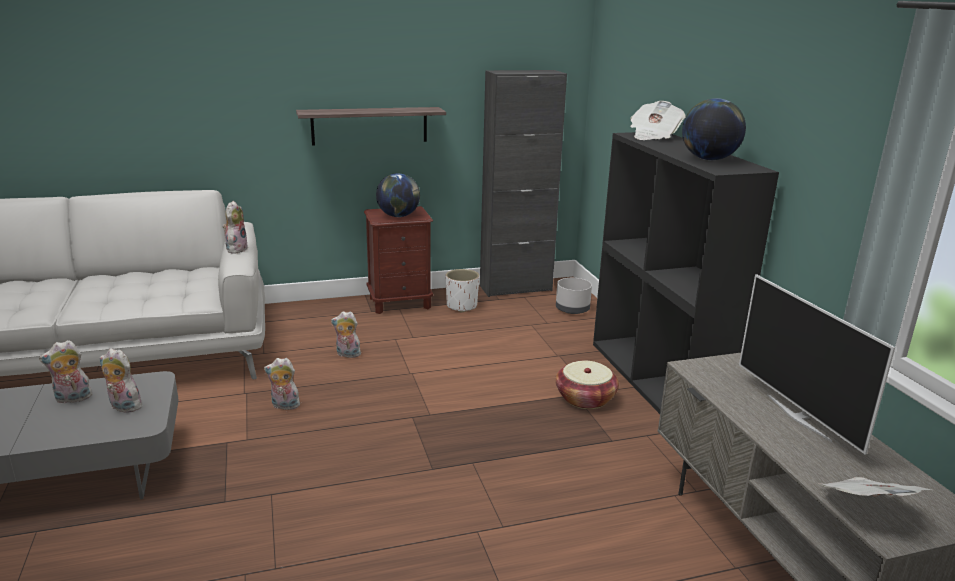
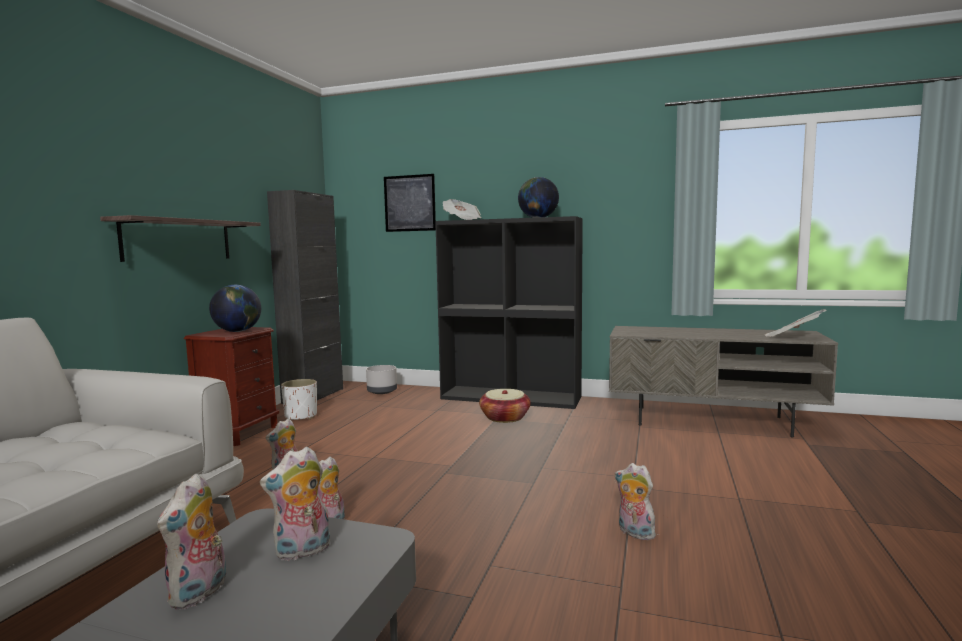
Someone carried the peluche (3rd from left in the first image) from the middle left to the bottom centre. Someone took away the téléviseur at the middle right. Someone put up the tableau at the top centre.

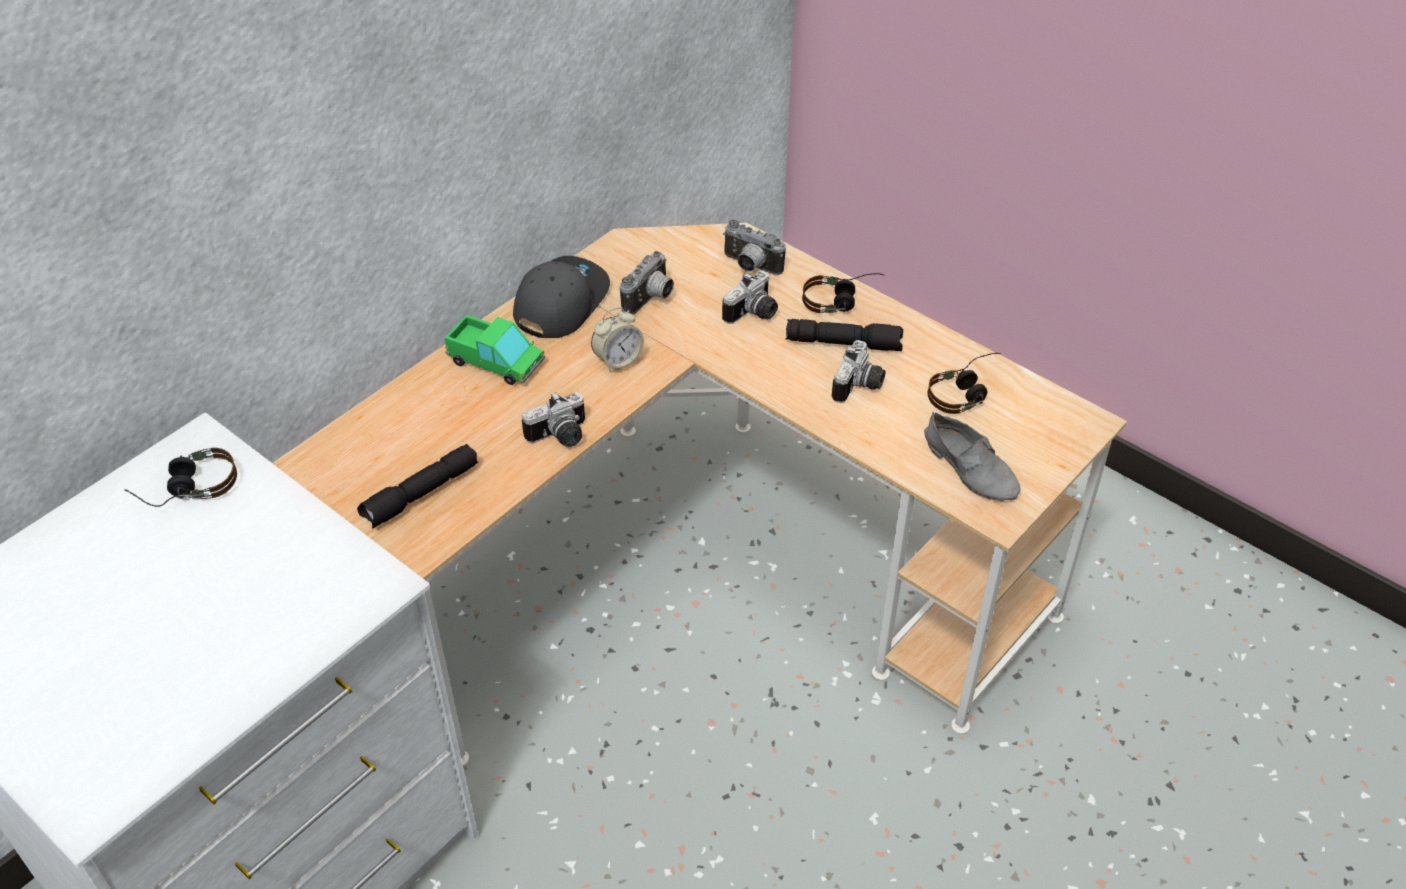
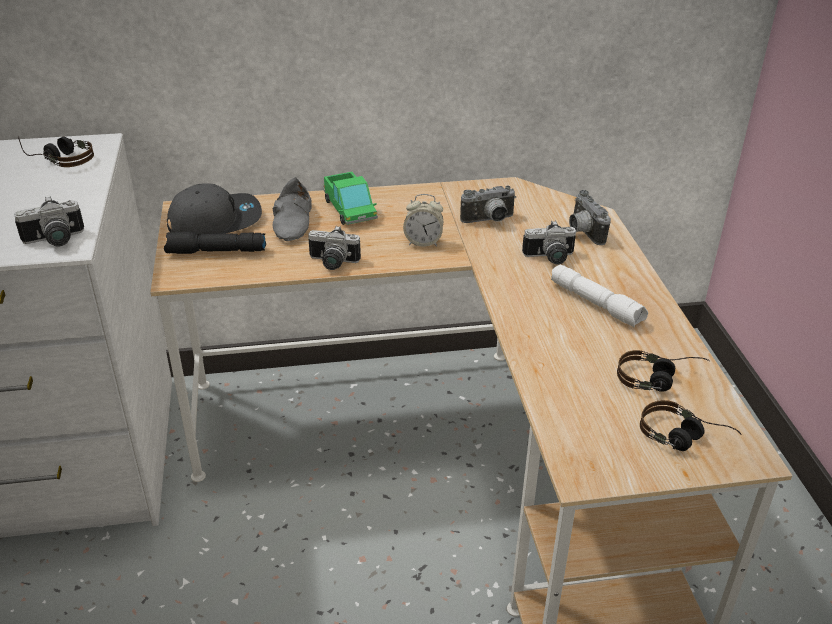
Someone carried the casquette/gris from the centre to the middle left. Someone repainted the lampe de poche/noir (2nd from left) at the centre, which became the lampe de poche/blanc at the middle right. Someone carried the casque audio (2nd from left in the first image) from the top centre to the bottom right. Someone carried the appareil photo (5th from left in the first image) from the centre to the middle left. Someone carried the chaussure/gris from the middle right to the centre.

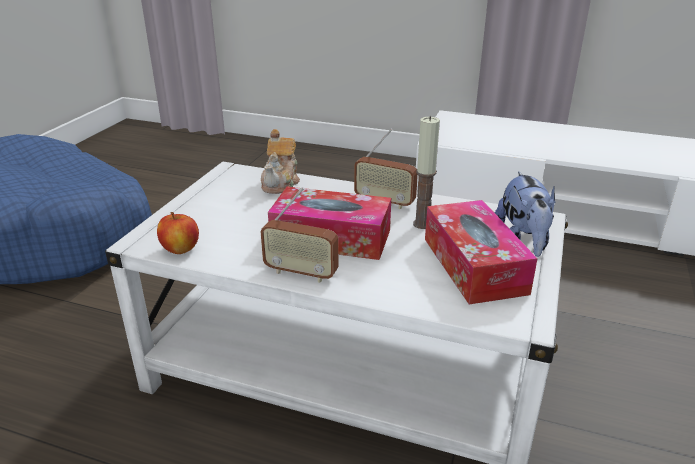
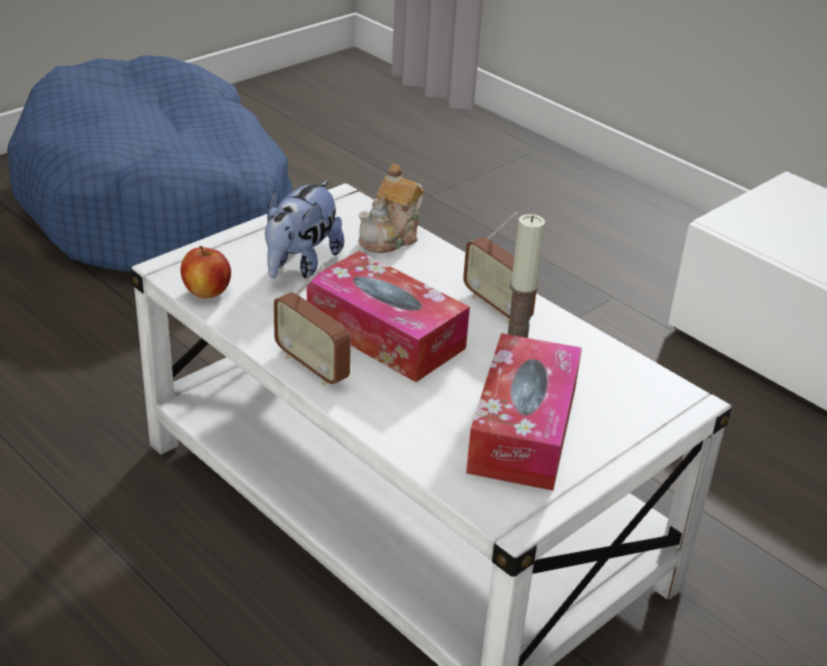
Someone carried the peluche from the middle right to the centre.

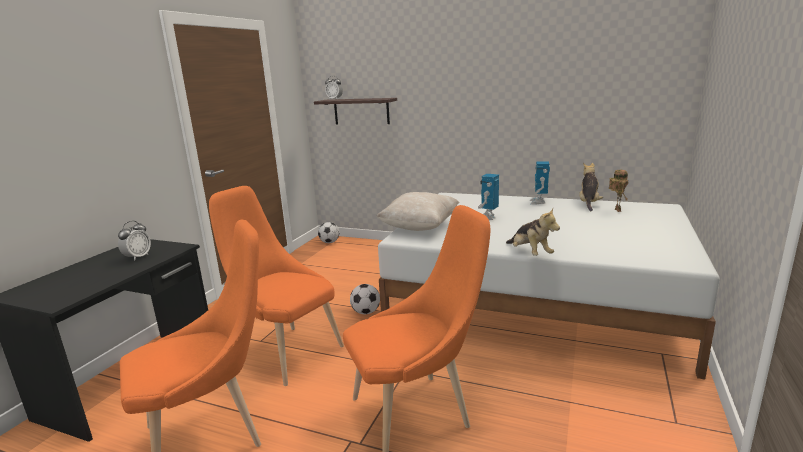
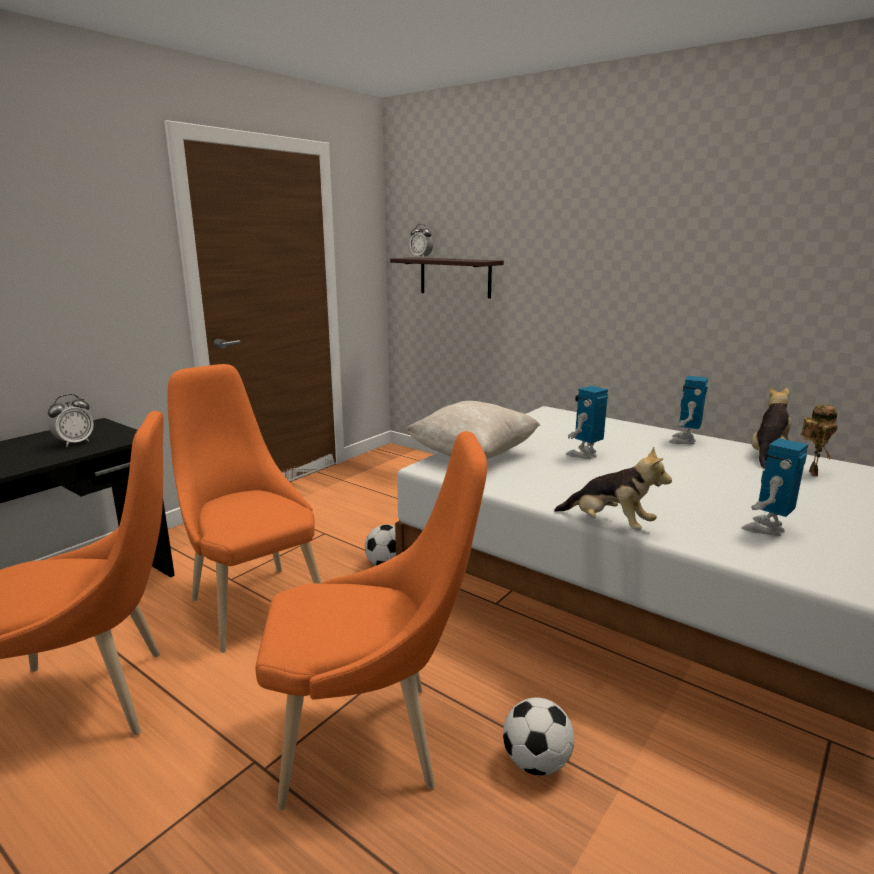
Someone carried the ballon de foot (1st from left in the first image) from the centre to the bottom centre. Someone rotated the peluche (1st from left) at the centre by 45 degrees counterclockwise. Someone put down the robot jouet (3rd from left) at the middle right.

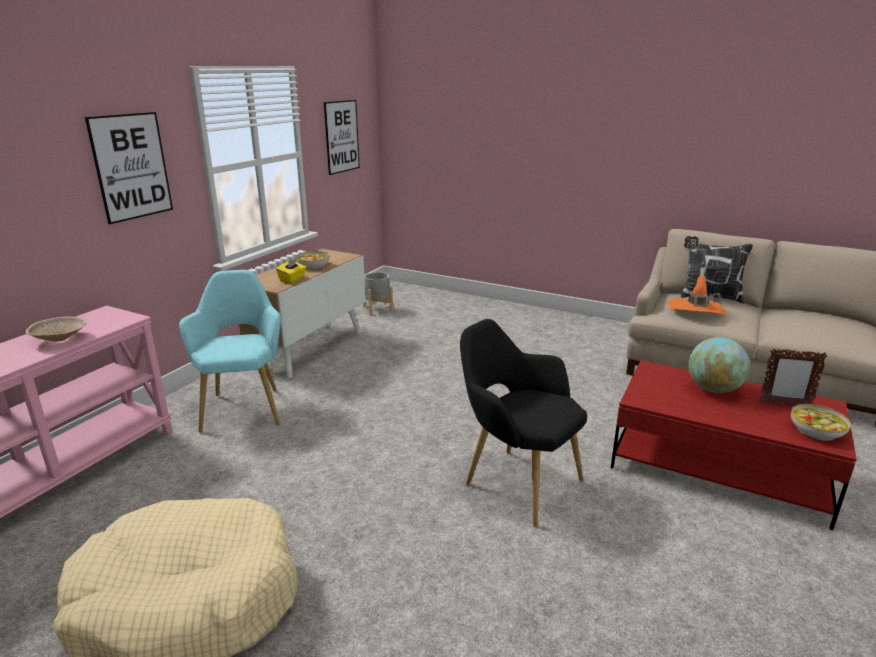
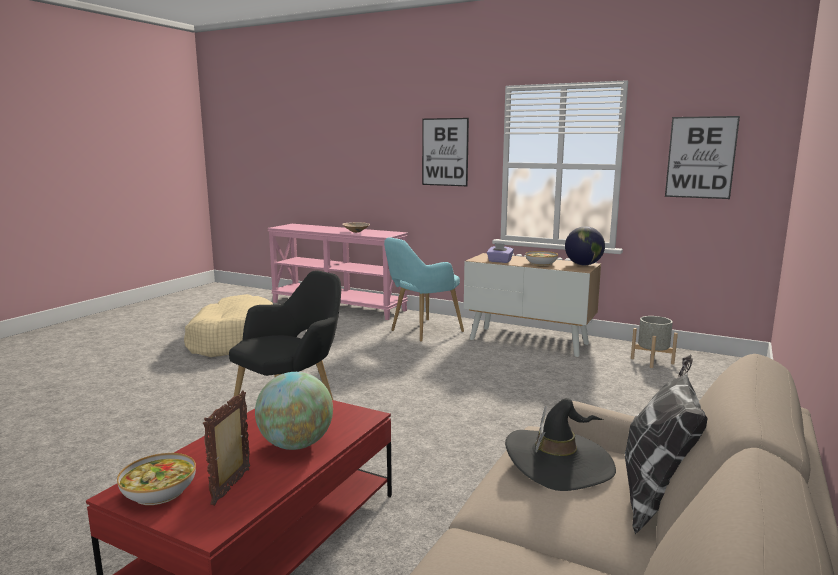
Someone rotated the fauteuil/turquoise at the middle left by 150 degrees clockwise. Someone repainted the boîte à mouchoirs/jaune at the middle left, which became the boîte à mouchoirs/violet at the centre. Someone repainted the chapeau/orange at the middle right, which became the chapeau/noir at the bottom right. Someone put down the globe (2nd from left) at the middle right.

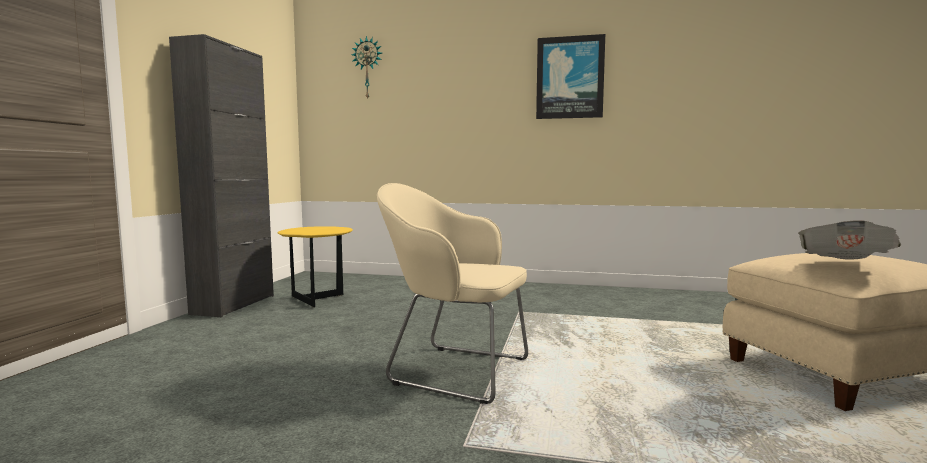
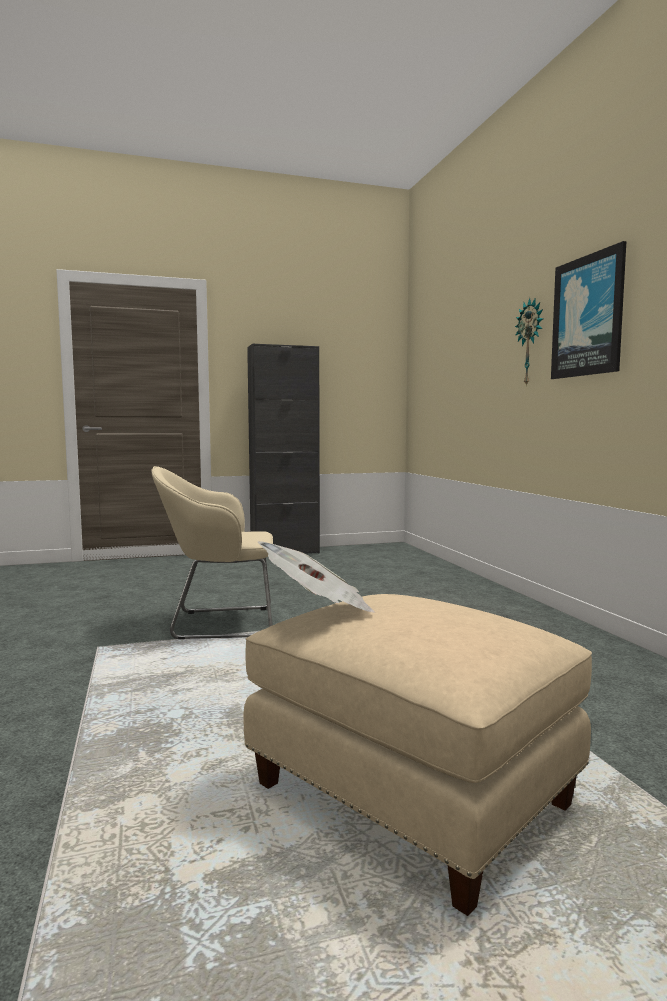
Someone took away the table d'appoint/jaune at the centre. Someone carried the horloge murale from the top centre to the middle right. Someone rotated the fauteuil/beige at the centre by 90 degrees counterclockwise.

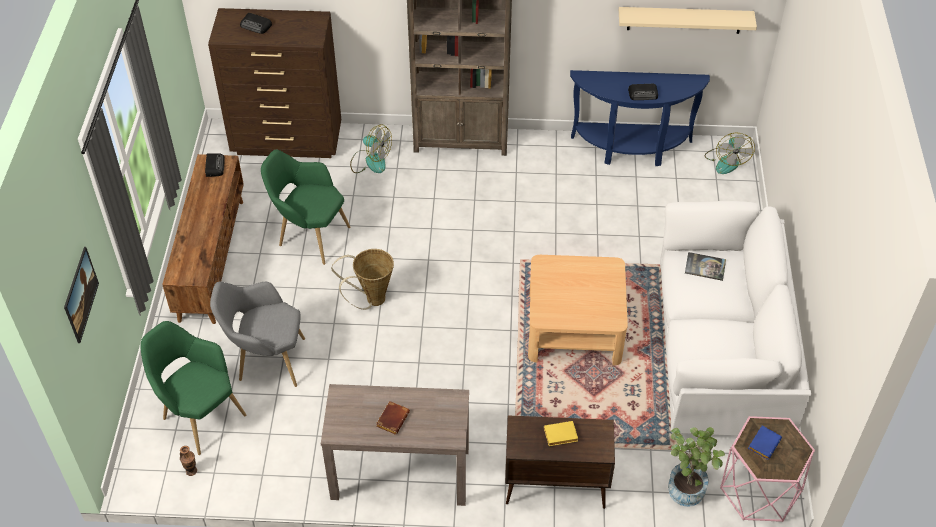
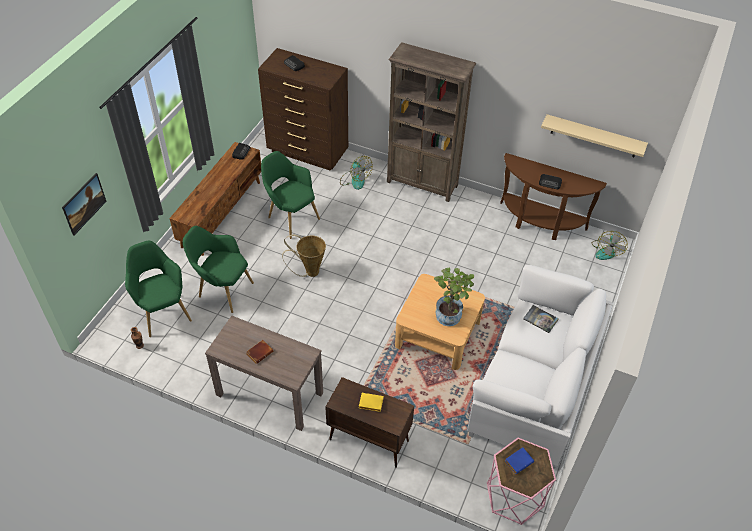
Someone repainted the fauteuil/gris at the middle left, which became the fauteuil/vert (2nd from left) at the middle left. Someone repainted the table console/bleu at the top right, which became the table console/marron (2nd from left) at the middle right. Someone carried the plante en pot from the bottom right to the centre.

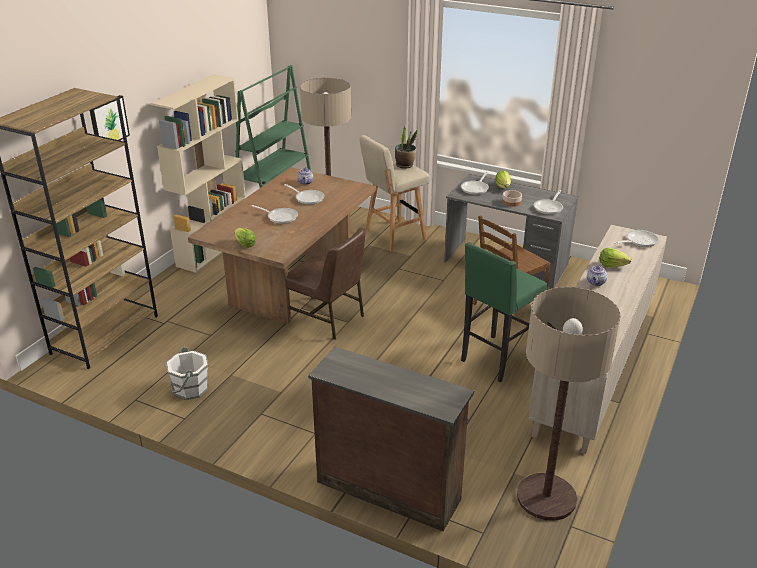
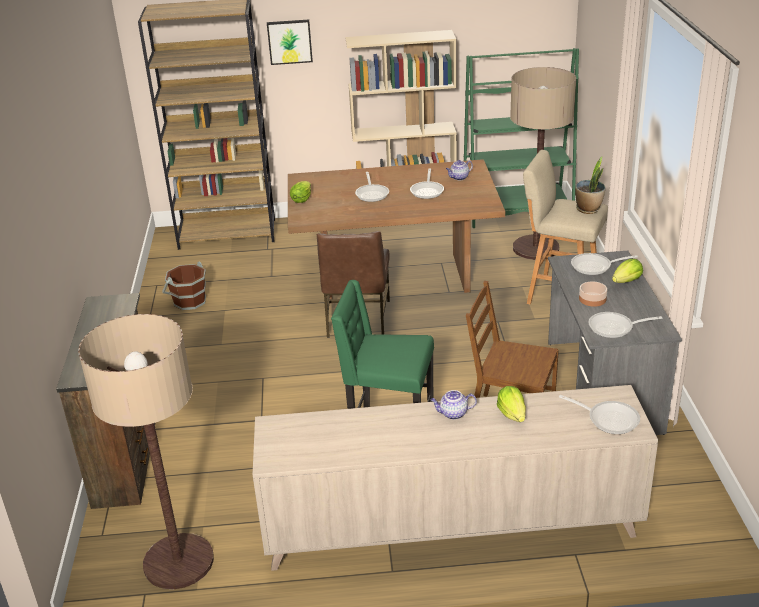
Someone repainted the seau/blanc at the middle left, which became the seau/marron at the middle left.

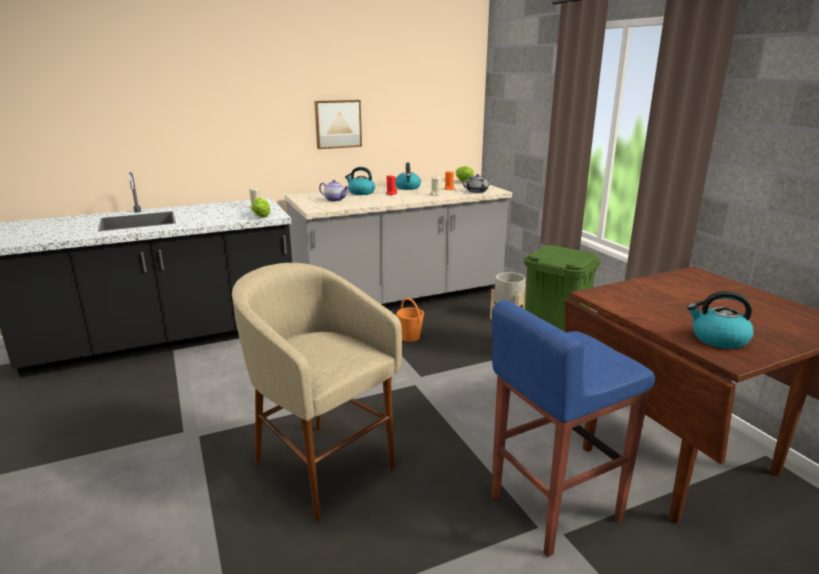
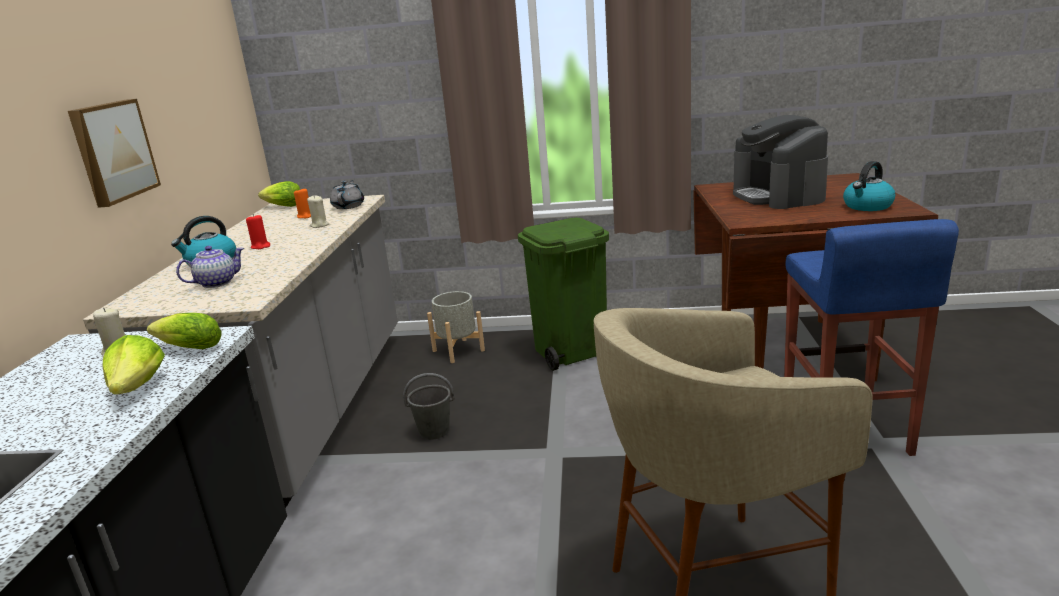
Someone took away the bouilloire (2nd from left) at the top centre. Someone repainted the seau/orange at the centre, which became the seau/gris at the bottom centre. Someone put down the laitue (1st from left) at the middle left. Someone put down the machine à café at the top right.

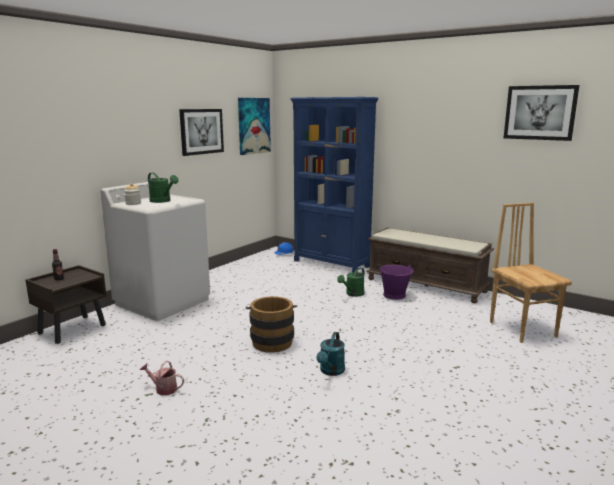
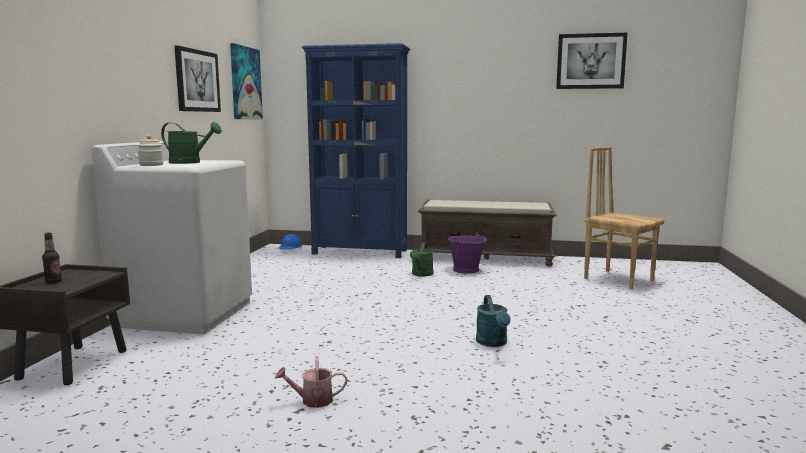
Someone took away the seau/marron at the bottom centre.

